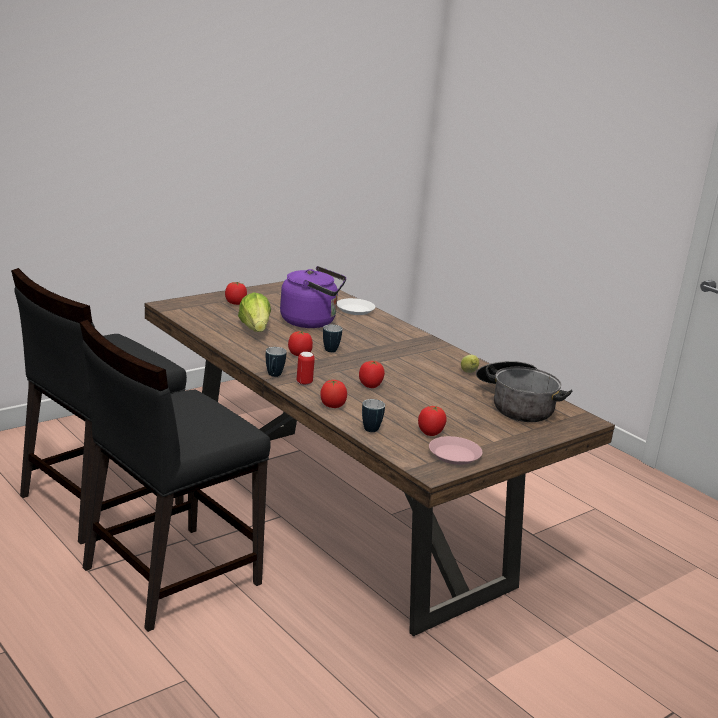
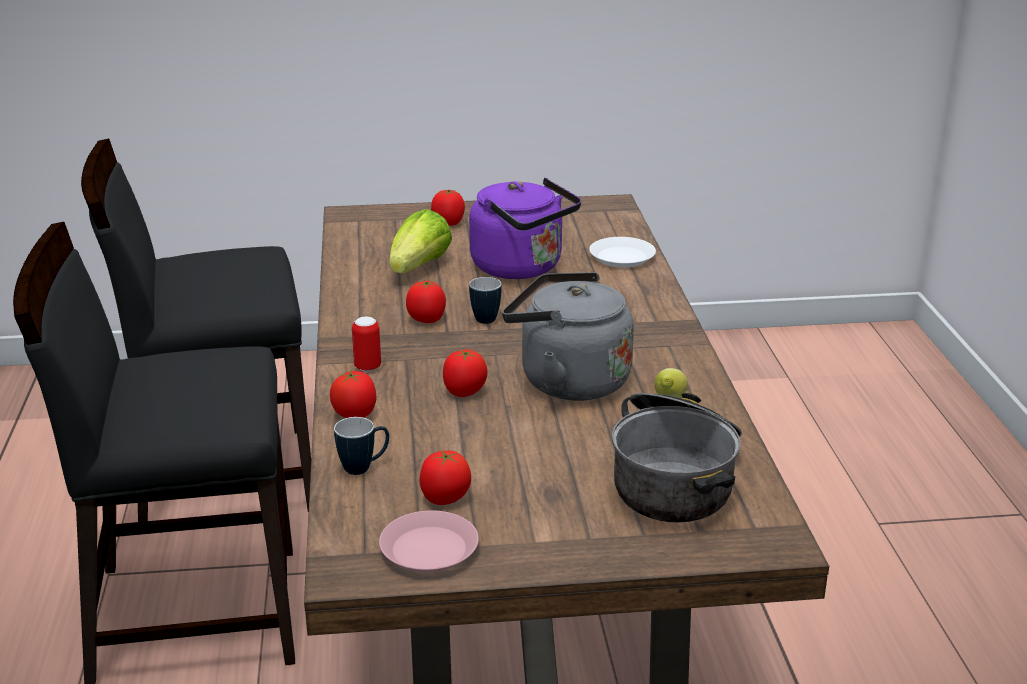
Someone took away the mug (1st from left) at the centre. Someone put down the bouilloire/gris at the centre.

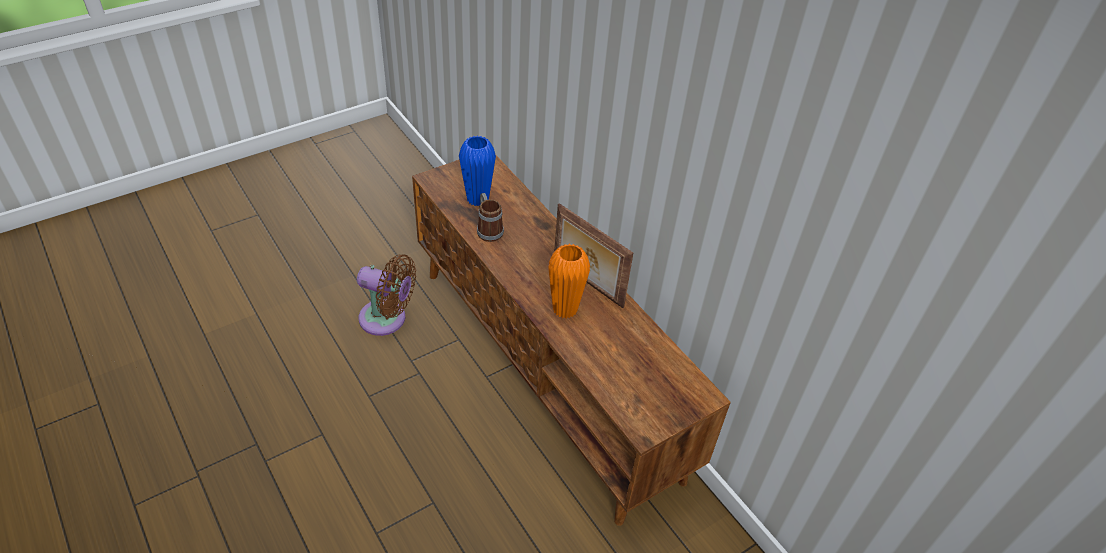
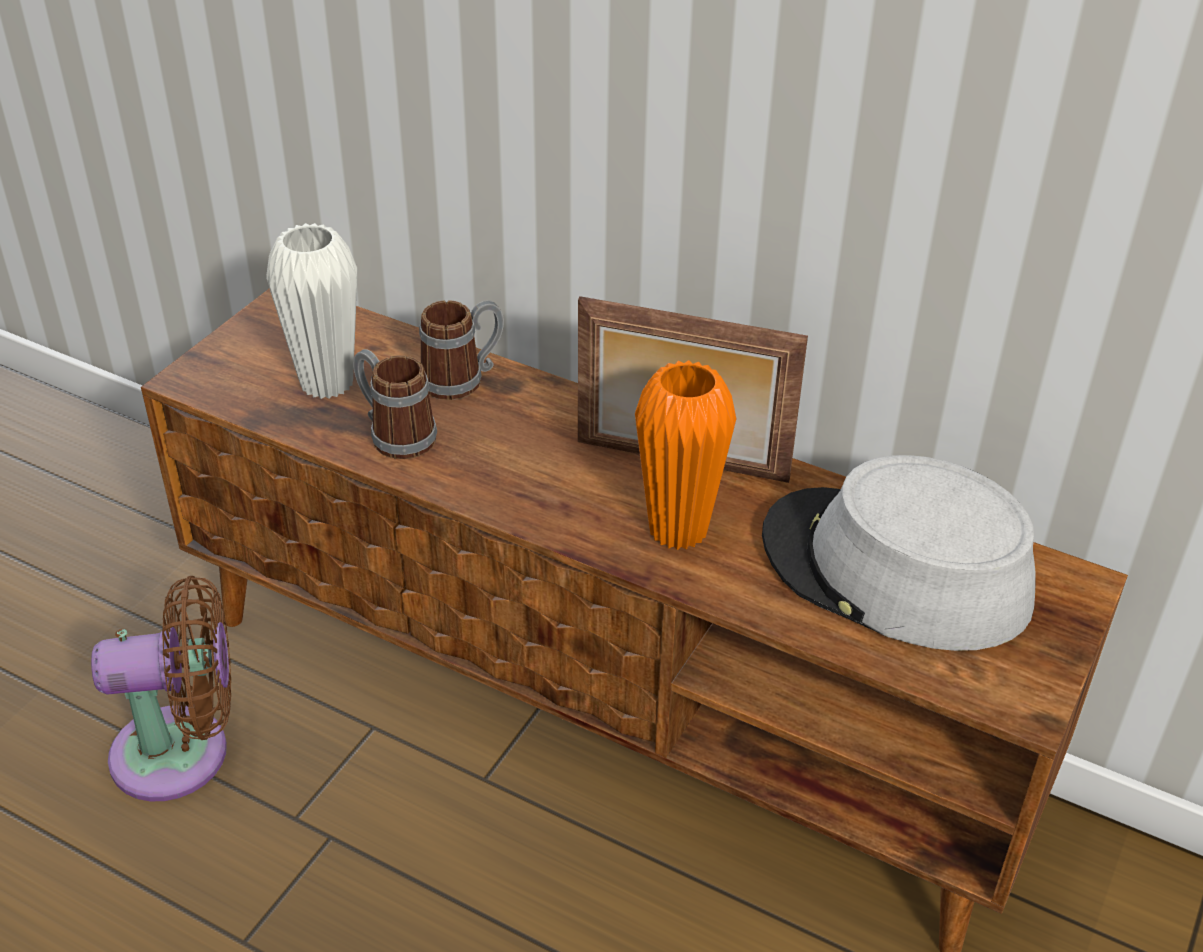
Someone repainted the vase/bleu at the top centre, which became the vase/blanc at the top left. Someone put down the mug (2nd from left) at the centre. Someone put down the chapeau/gris at the middle right.

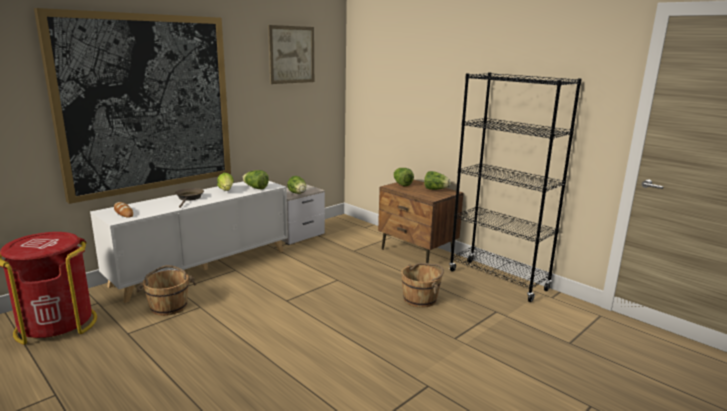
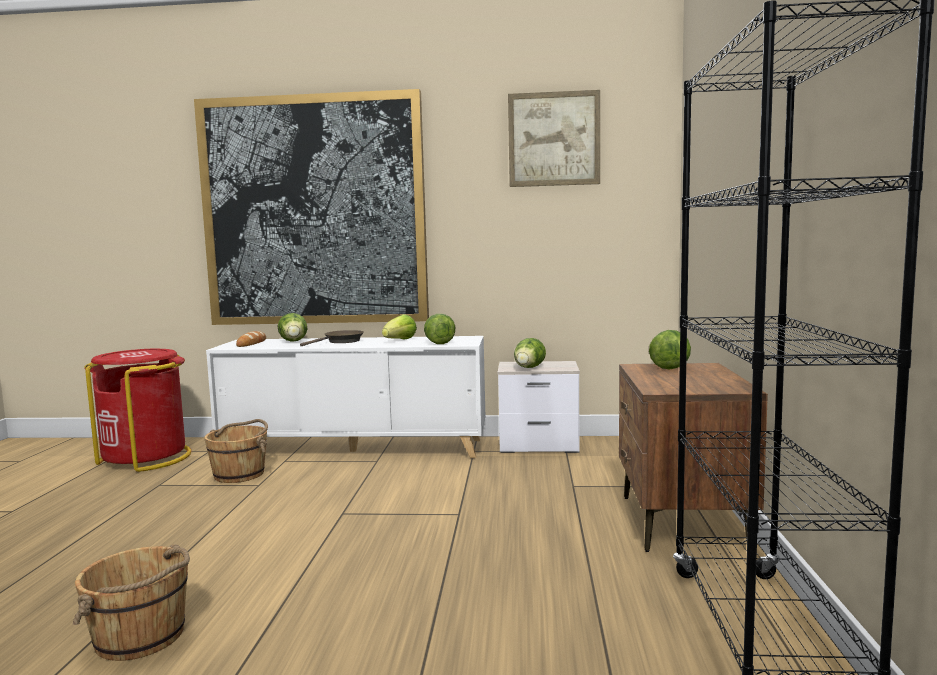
Someone carried the seau/marron (2nd from left in the first image) from the bottom centre to the bottom left. Someone carried the laitue (5th from left in the first image) from the centre to the middle left.

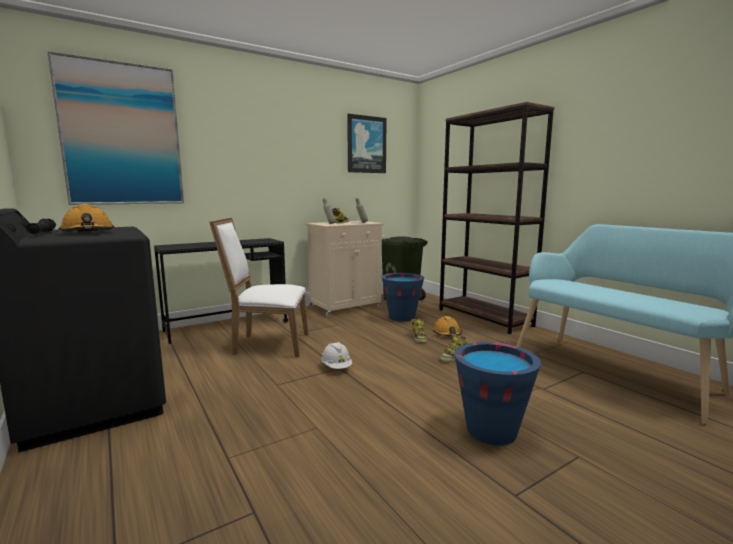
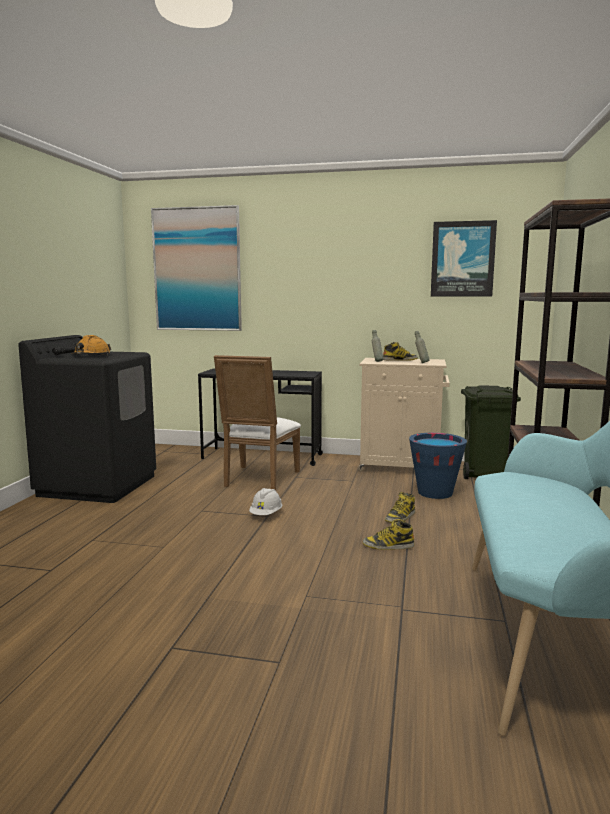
Someone rotated the chaise/blanc at the centre by 120 degrees counterclockwise. Someone took away the casque de chantier/orange (2nd from left) at the centre. Someone took away the seau/bleu (2nd from left) at the bottom right.

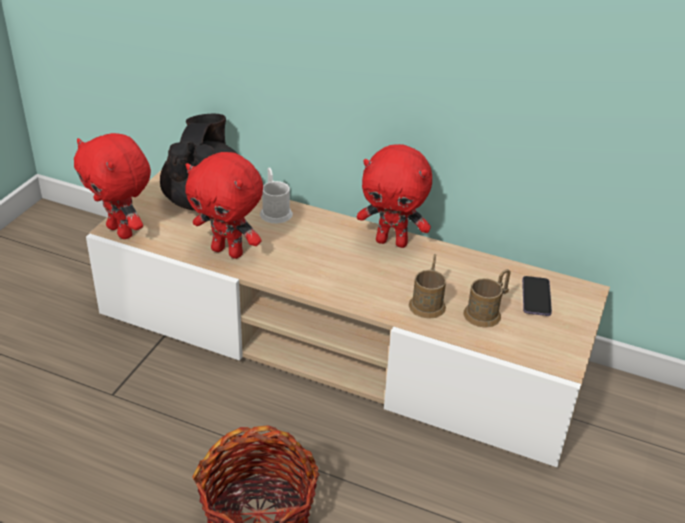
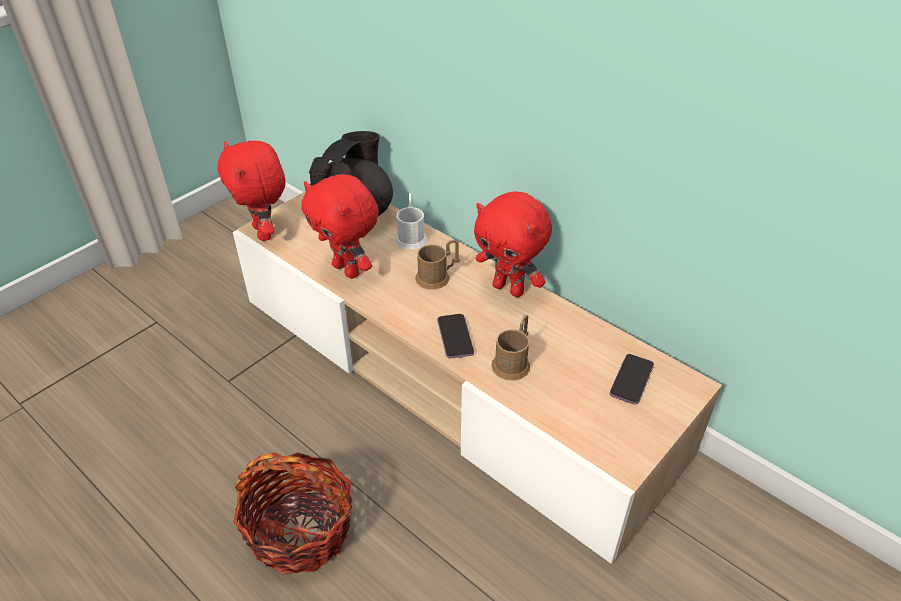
Someone carried the mug/marron (2nd from left in the first image) from the middle right to the centre. Someone put down the téléphone (1st from left) at the centre.

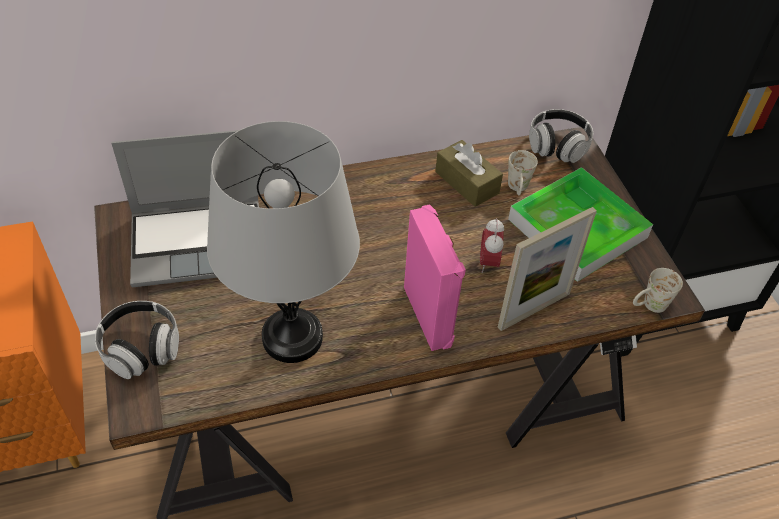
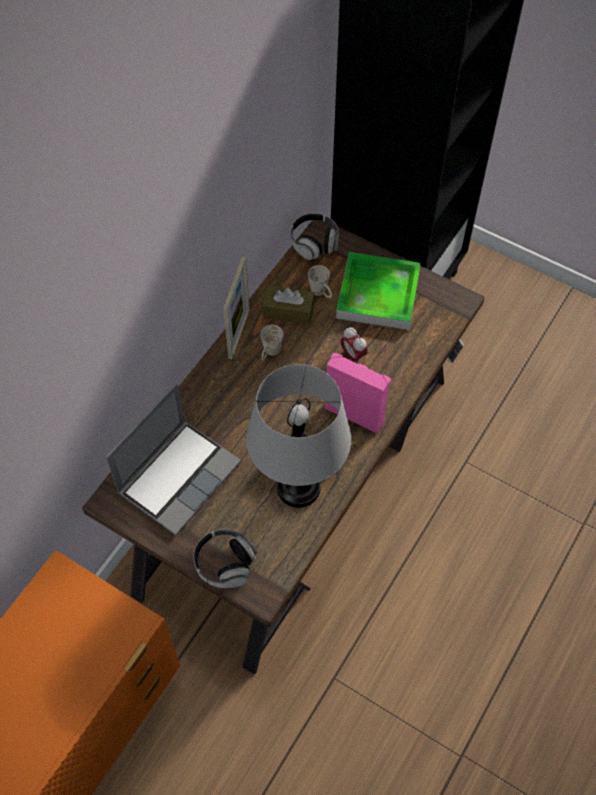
Someone carried the cadre photo from the middle right to the centre. Someone carried the mug/blanc (2nd from left in the first image) from the middle right to the centre.

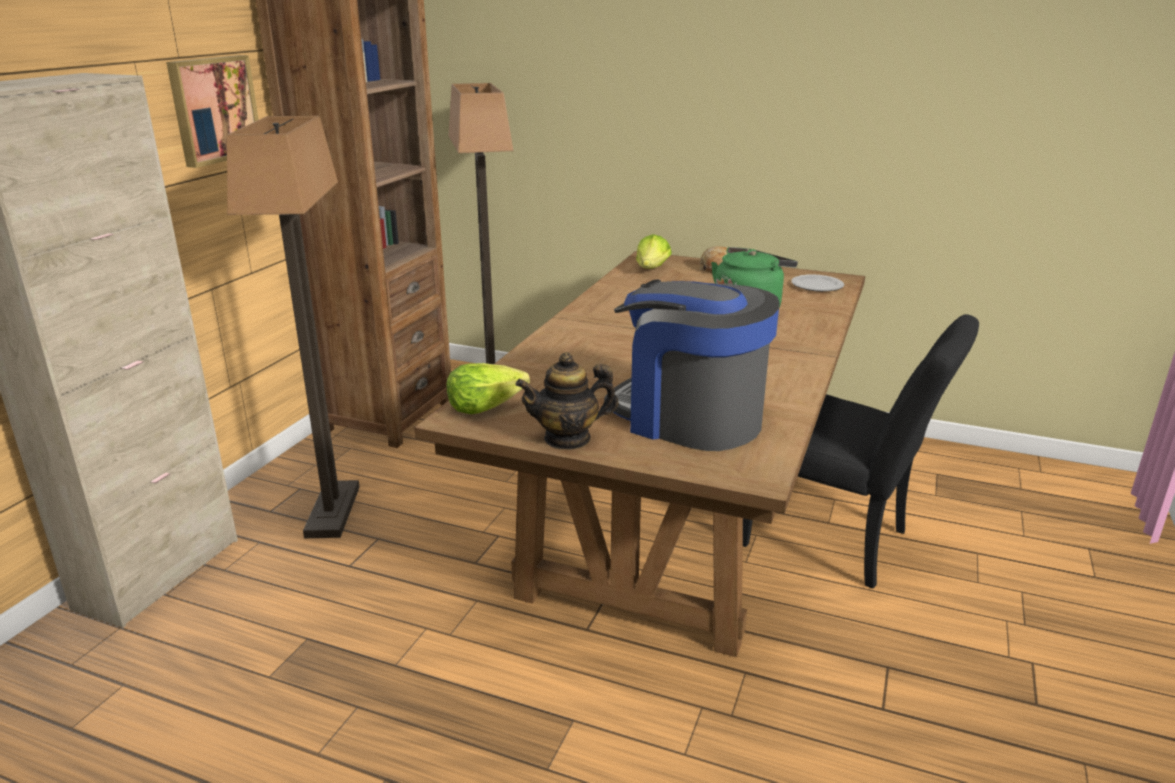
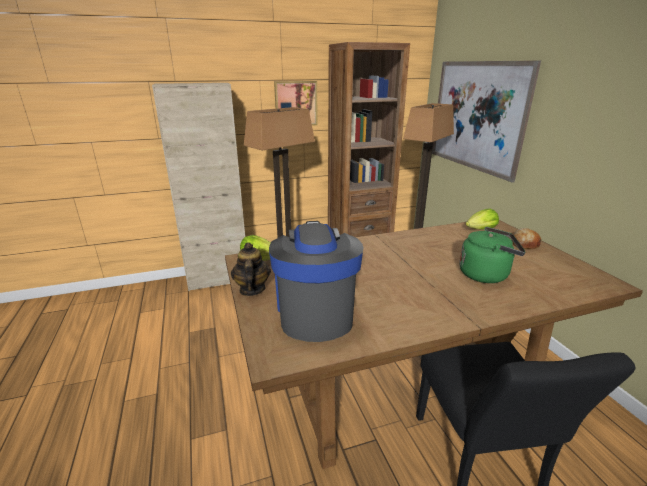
Someone rotated the théière at the centre by 45 degrees clockwise. Someone took away the assiette at the middle right. Someone put up the tableau (2nd from left) at the top right.

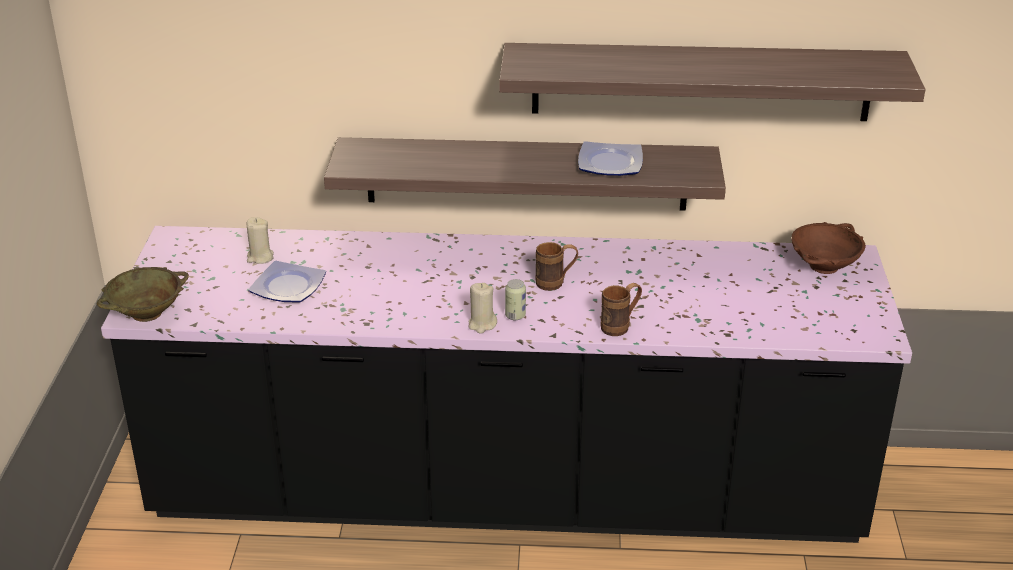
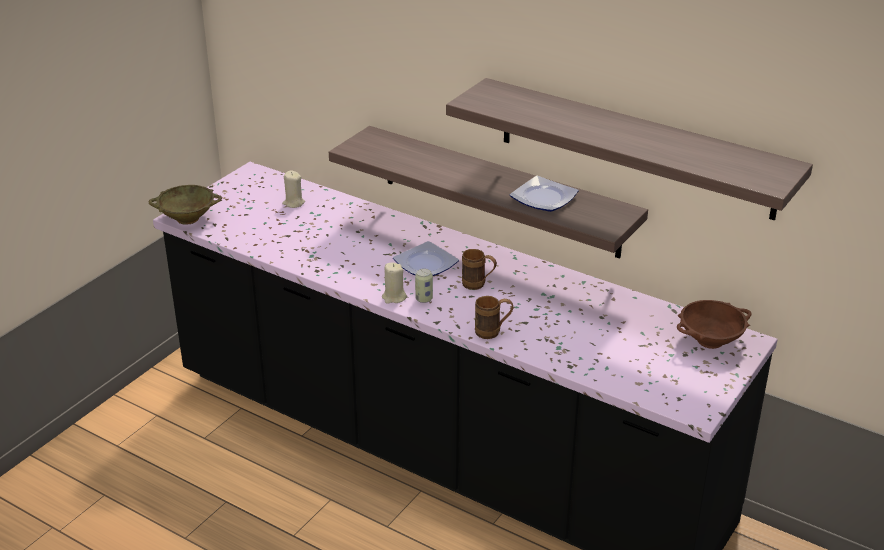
Someone carried the assiette (1st from left) from the middle left to the centre.

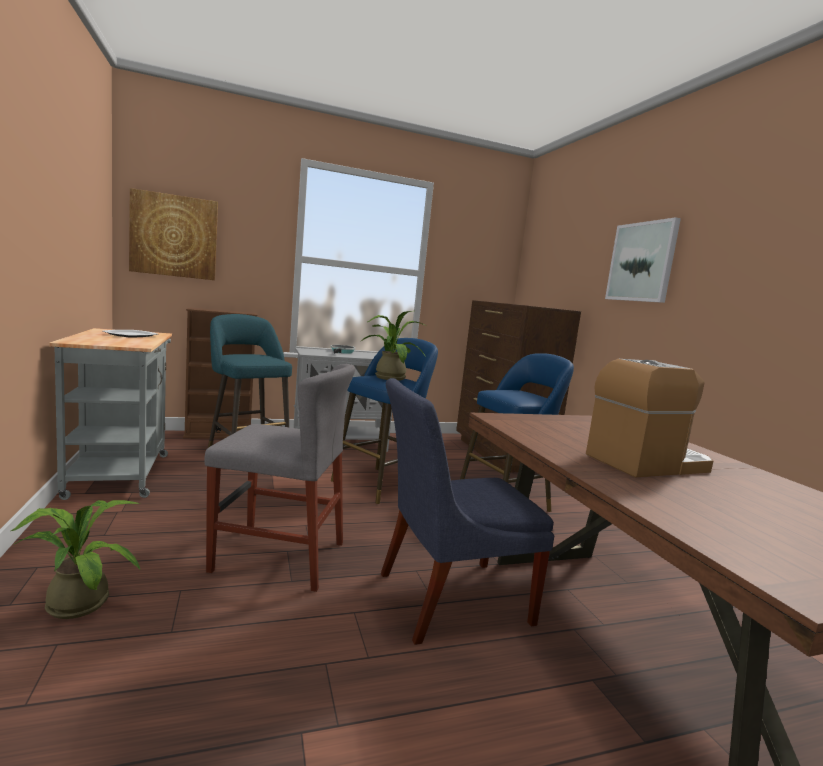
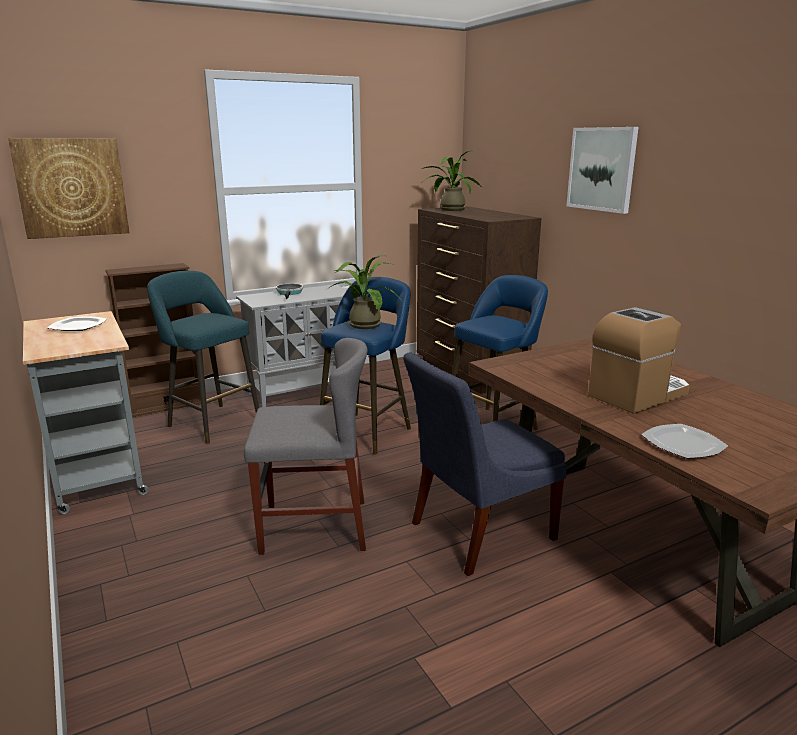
Someone carried the plante en pot (1st from left in the first image) from the bottom left to the top centre. Someone put down the assiette (2nd from left) at the middle right.

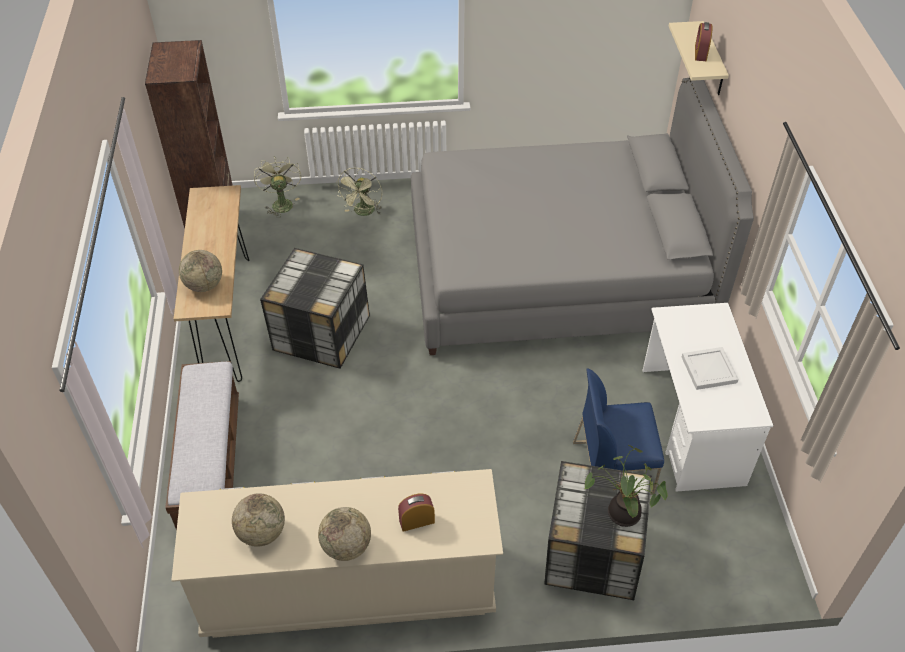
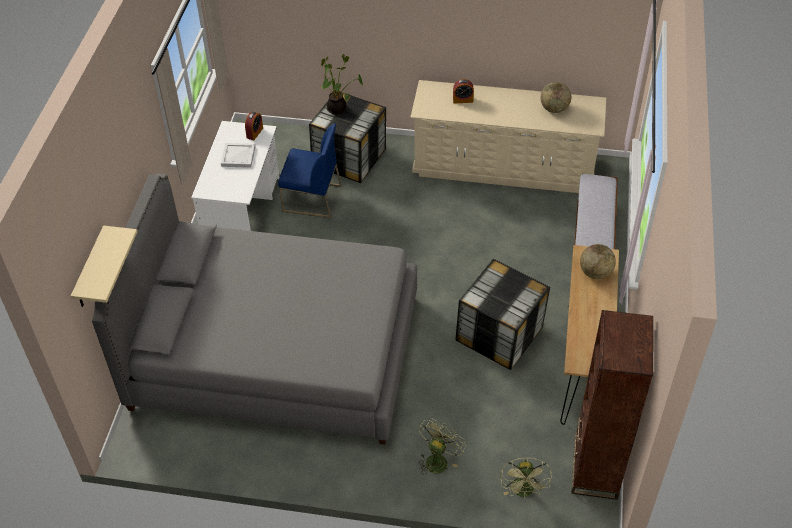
Someone took away the globe (3rd from left) at the bottom centre. Someone carried the réveil (2nd from left in the first image) from the top right to the top left.

